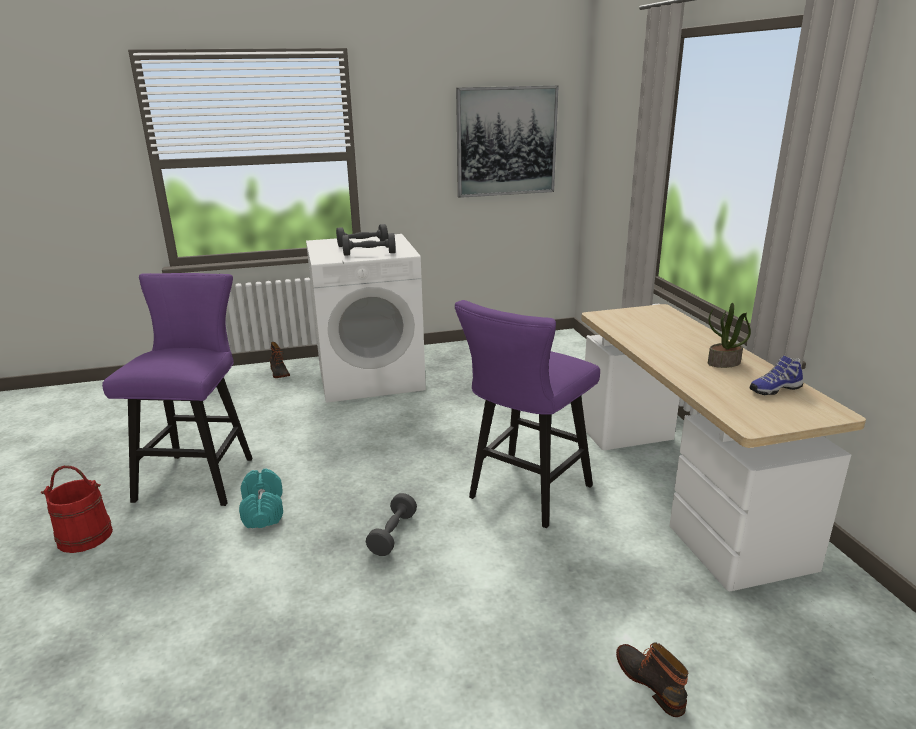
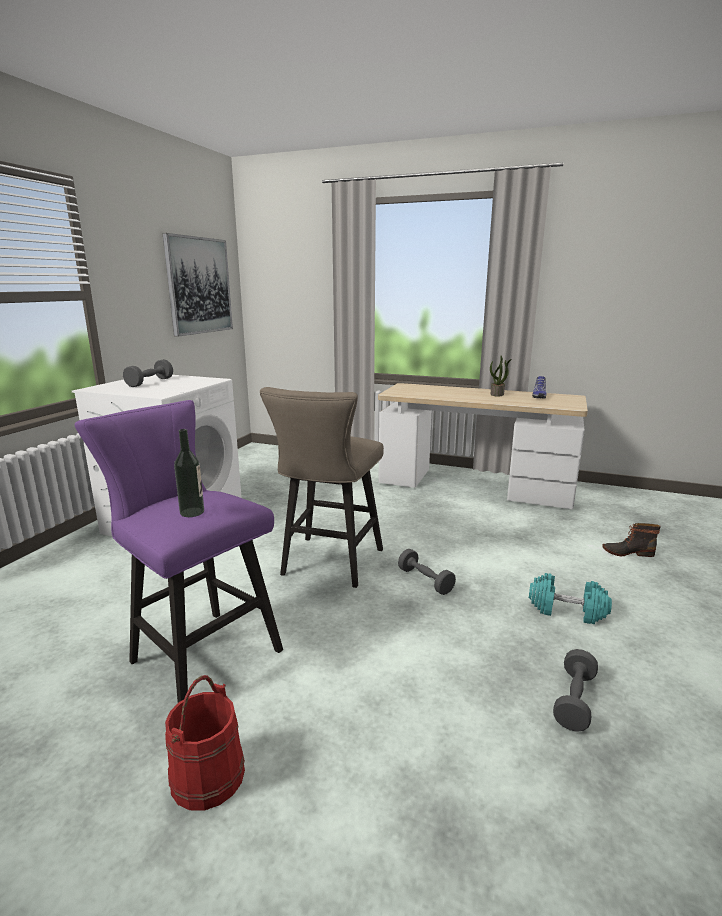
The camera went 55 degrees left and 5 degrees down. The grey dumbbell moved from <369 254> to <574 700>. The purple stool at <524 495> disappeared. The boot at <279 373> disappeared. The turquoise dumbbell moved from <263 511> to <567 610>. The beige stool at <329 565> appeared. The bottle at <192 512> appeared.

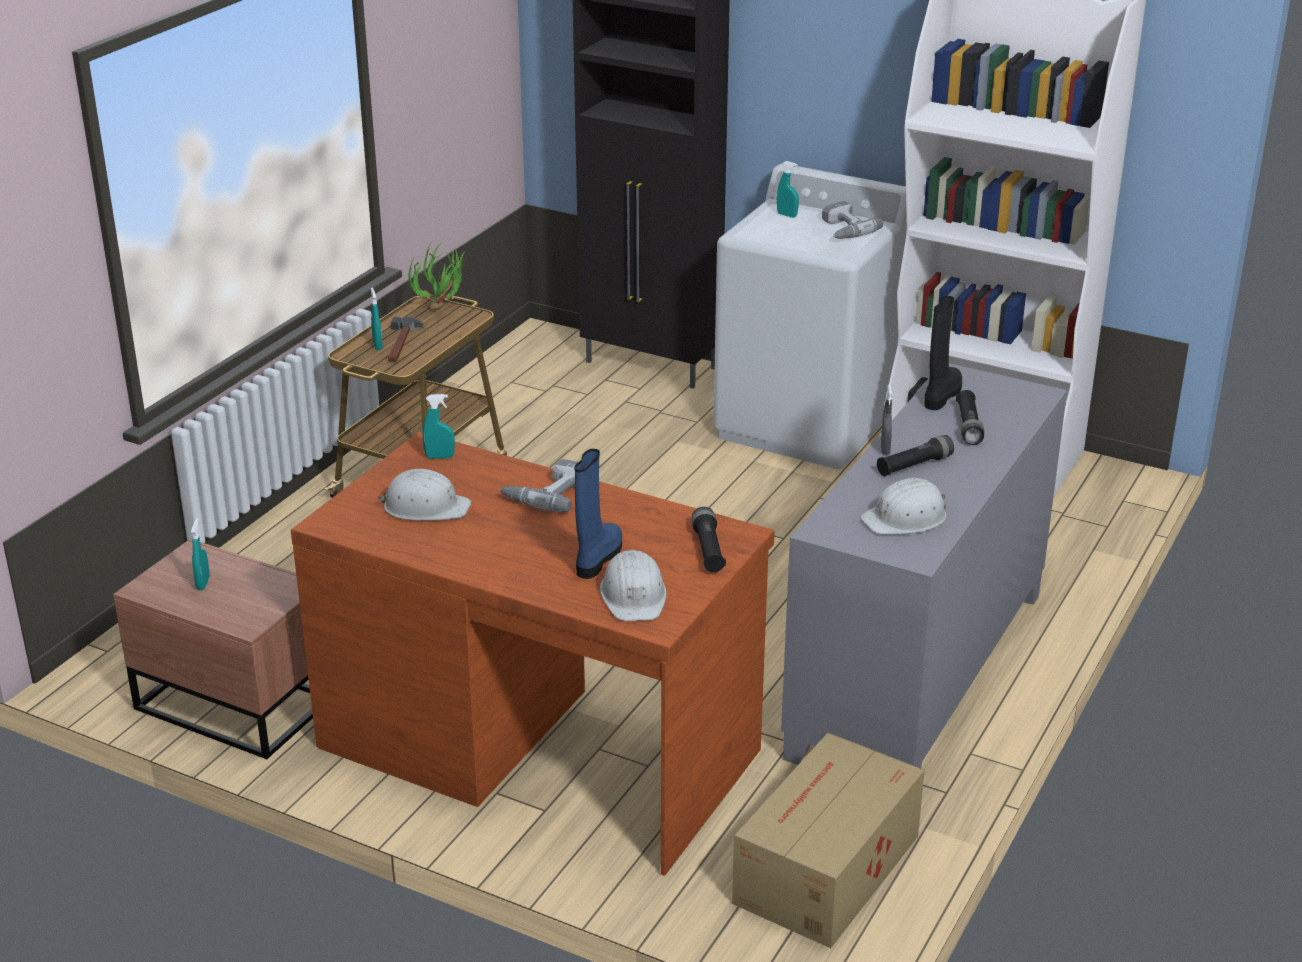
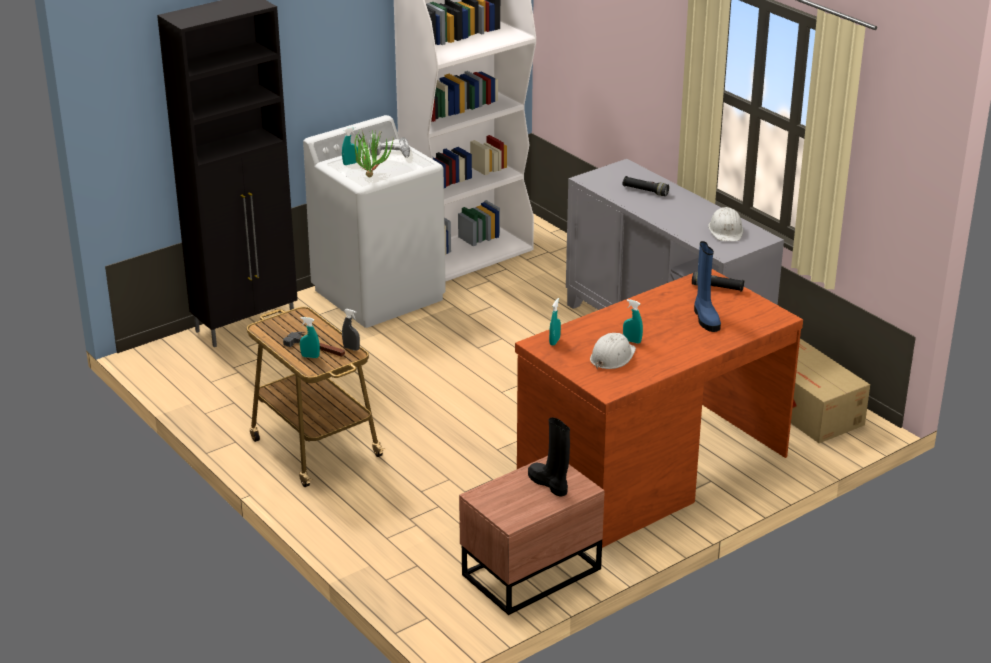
The camera went 65 degrees left and 0 degrees up. The potted plant moved from <443 309> to <371 174>. The black boot moved from <941 395> to <549 484>. The grey spray bottle moved from <885 449> to <351 348>. The black flashlight at <914 466> disappeared. The blue boot at <598 558> turned 150 degrees counterclockwise. The power drill at <547 493> disappeared. The turquoise spray bottle moved from <203 583> to <632 341>. The white hard hat at <634 595> disappeared.

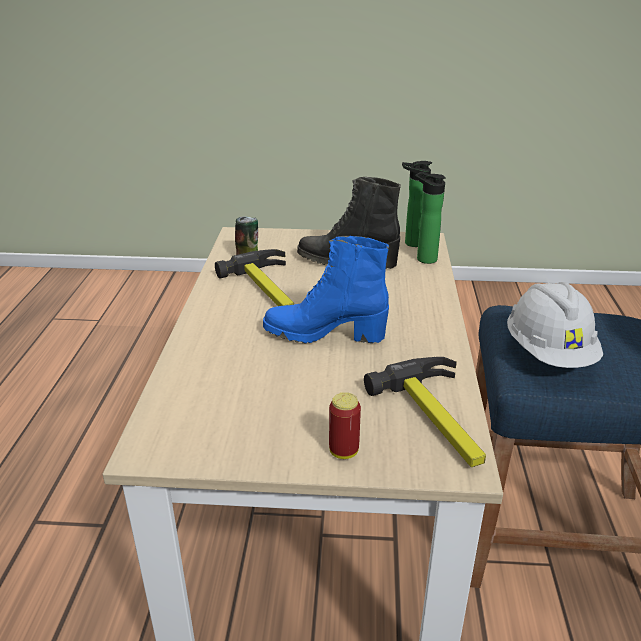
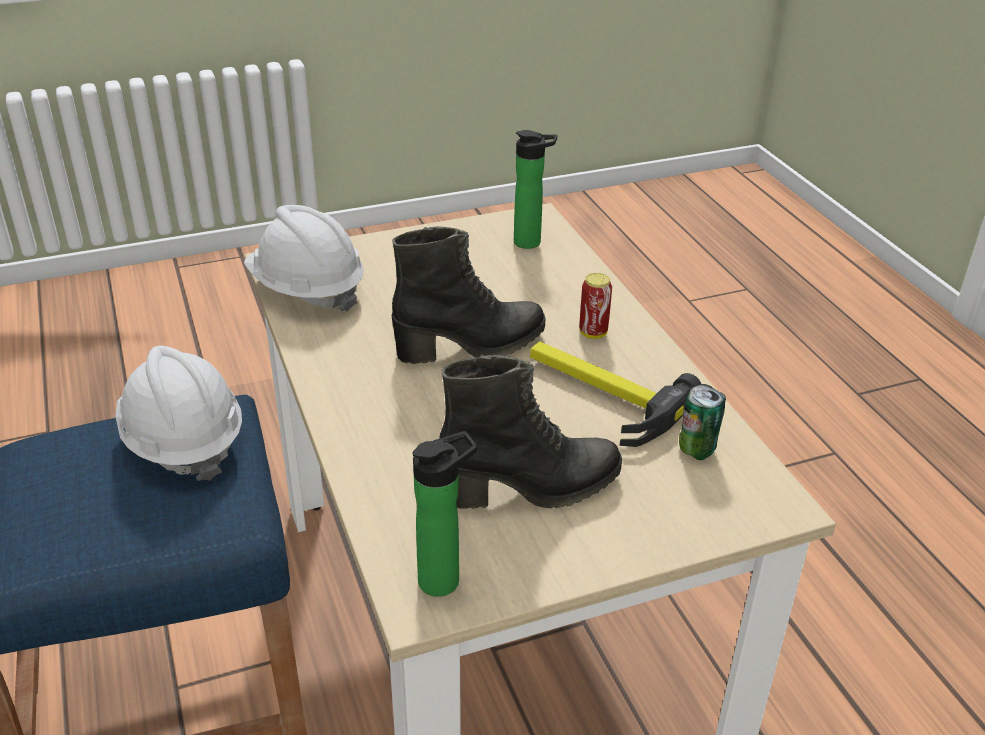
The camera went 155 degrees right and 5 degrees up. The bottle moved from <424 258> to <531 243>. The blue boot at <324 334> became the black boot at <471 346>. The hammer at <440 418> was replaced by the white hard hat at <307 290>. The can moved from <343 451> to <593 333>.

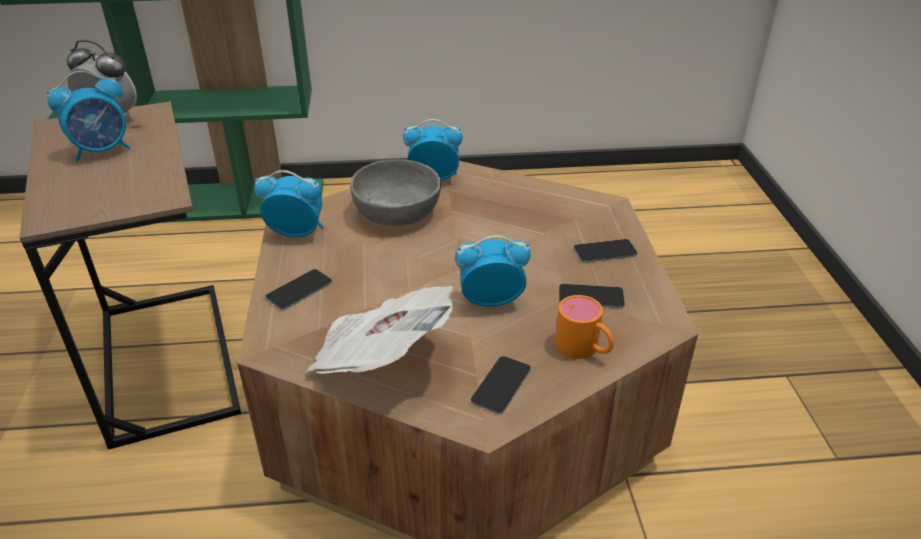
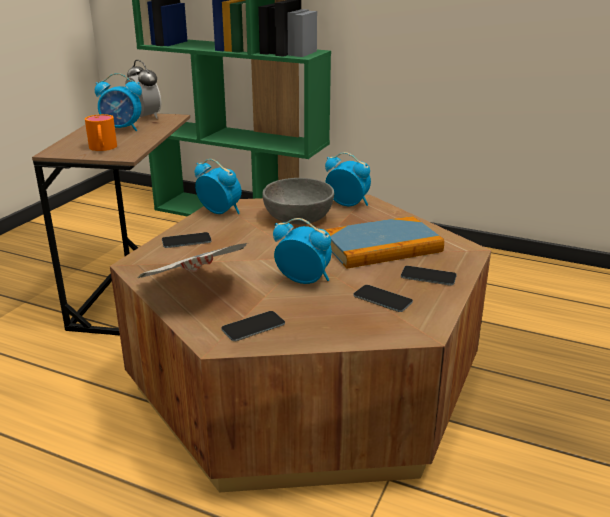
The camera went 30 degrees right and 10 degrees down. The orange mug moved from <584 349> to <102 148>. The book at <381 247> appeared.

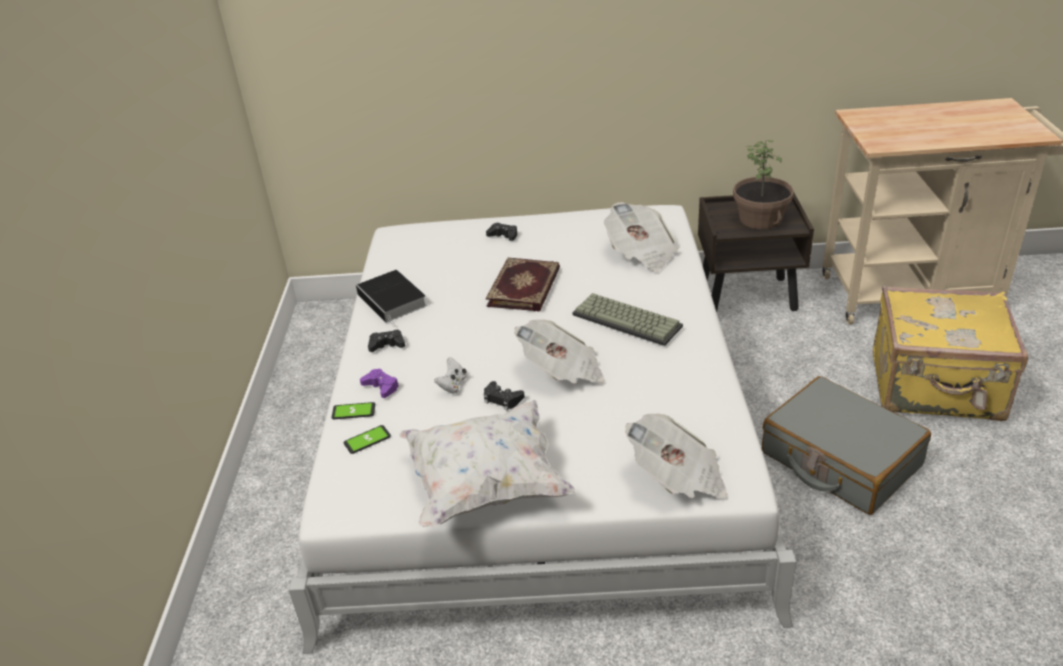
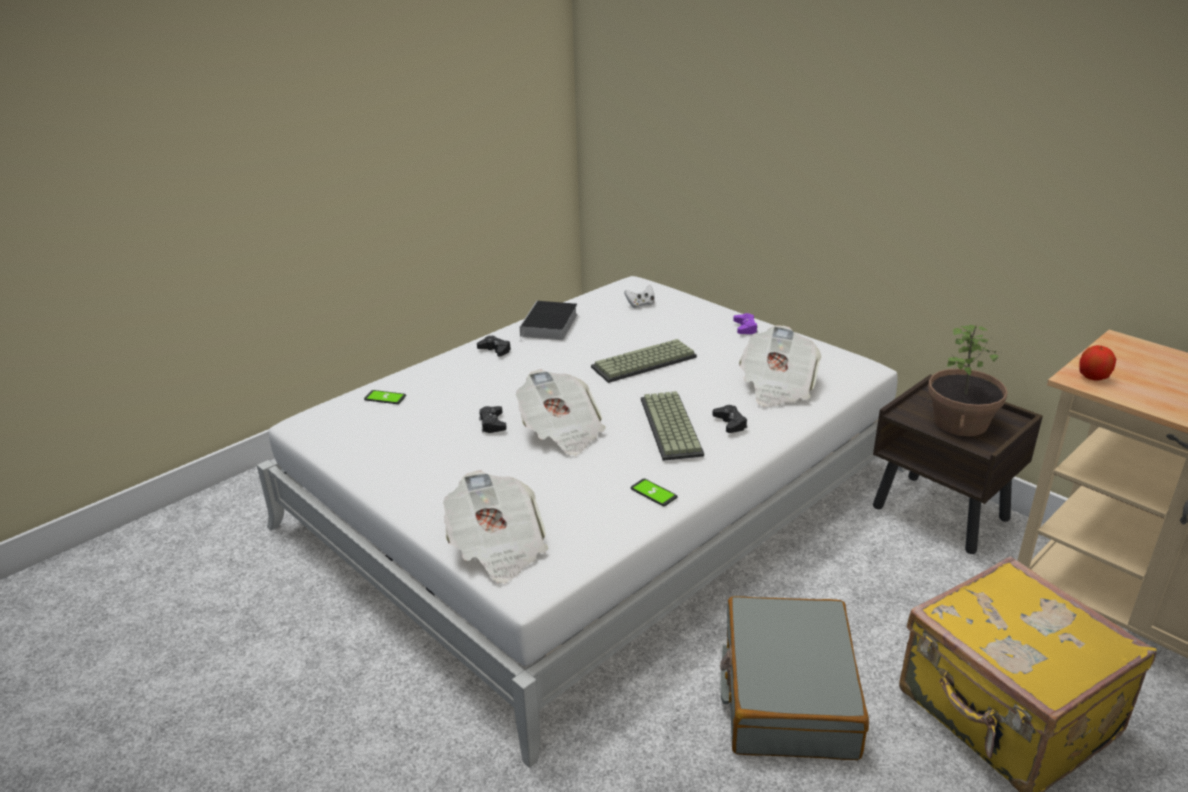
The camera went 45 degrees right and 5 degrees down. The black game controller moved from <503 235> to <730 423>. The book at <525 288> was replaced by the keyboard at <644 363>. The white game controller moved from <452 385> to <640 304>. The purple game controller moved from <381 387> to <745 328>. The white pillow at <486 485> disappeared. The phone moved from <353 411> to <653 493>. The apple at <1093 377> appeared.

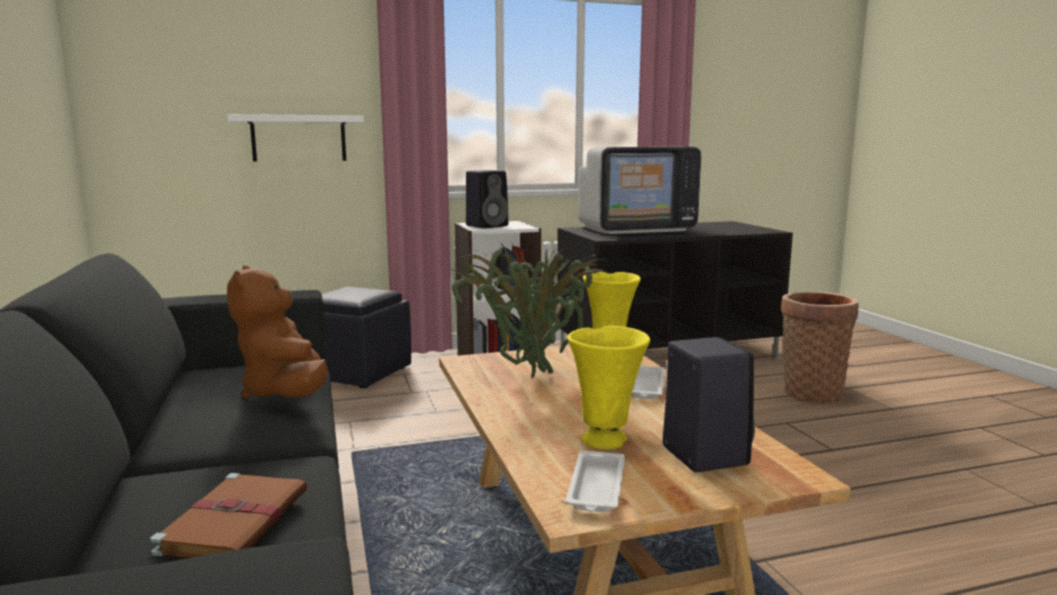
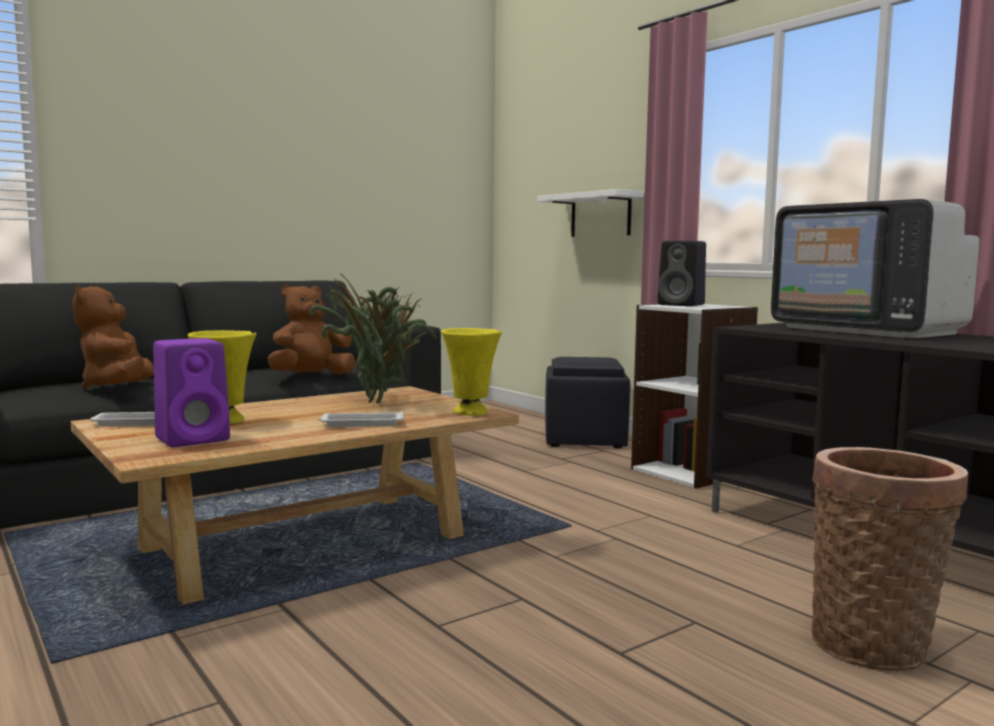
The camera went 70 degrees right and 5 degrees down. The black speaker at <702 454> became the purple speaker at <195 439>. The brown book at <236 520> was replaced by the brown plush toy at <118 388>.

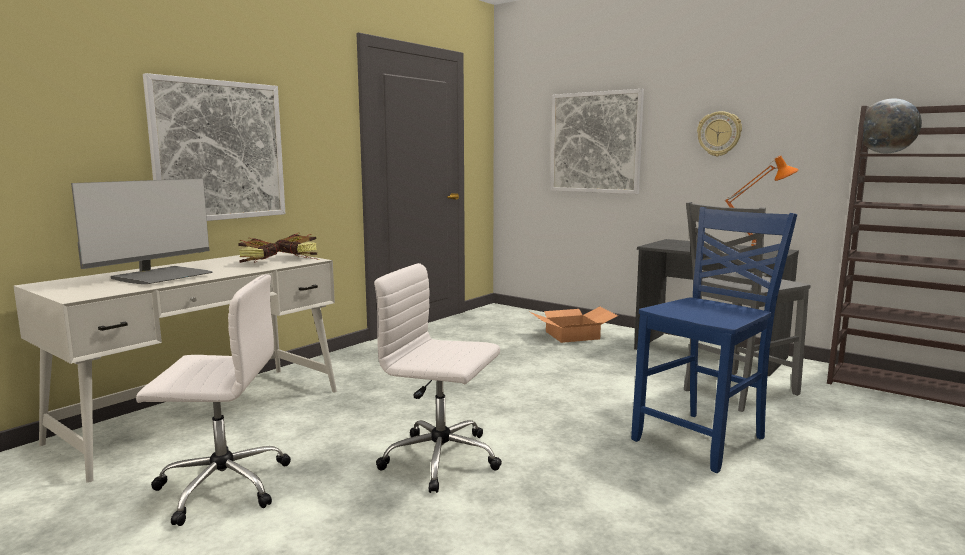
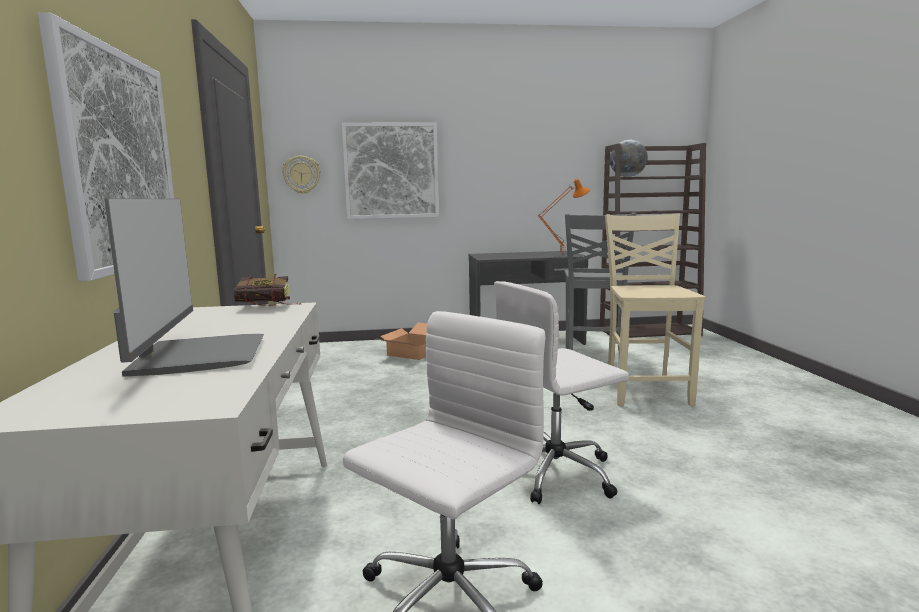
The camera went 45 degrees left and 0 degrees up. The wall clock moved from <719 134> to <301 174>. The blue chair at <703 439> became the beige chair at <645 391>. The book at <261 262> disappeared.

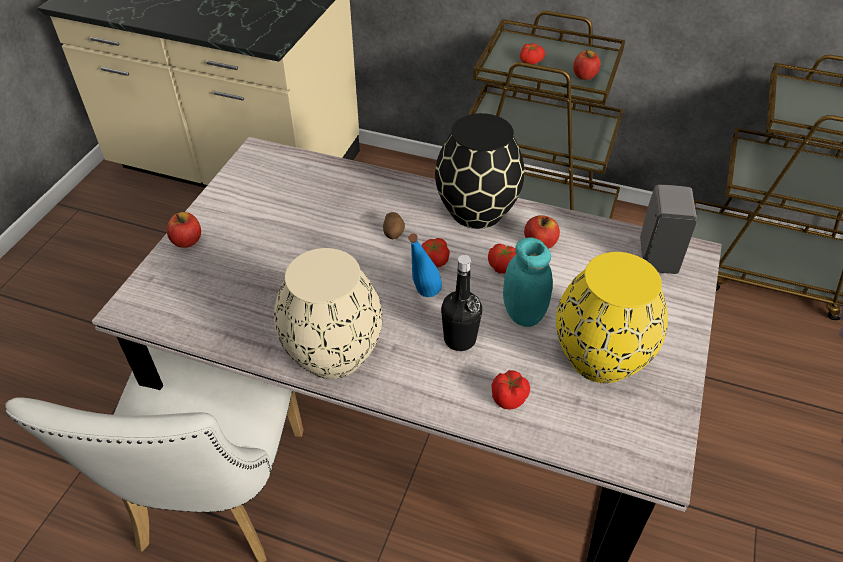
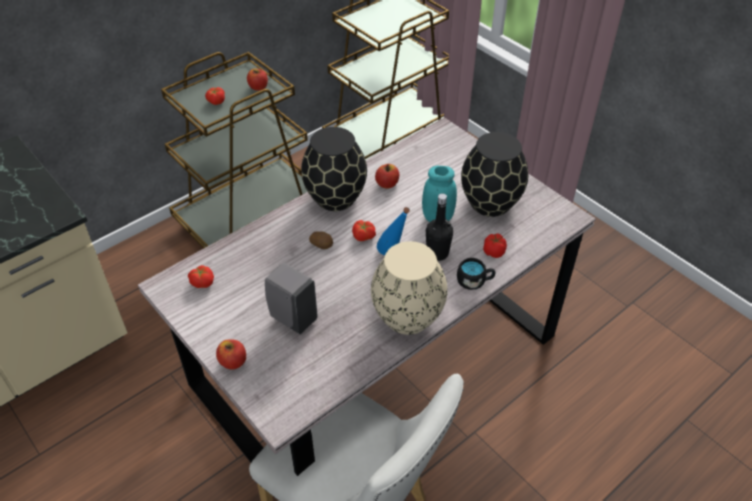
The camera went 60 degrees left and 0 degrees up. The grey soap dispenser moved from <657 256> to <292 318>. The tomato moved from <503 266> to <203 282>. The yellow vase at <599 357> became the black vase at <489 203>. The black mug at <474 281> appeared.

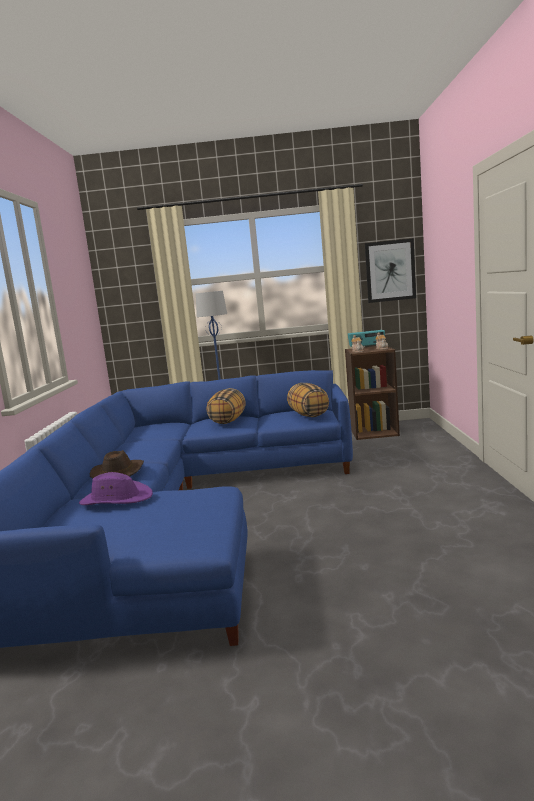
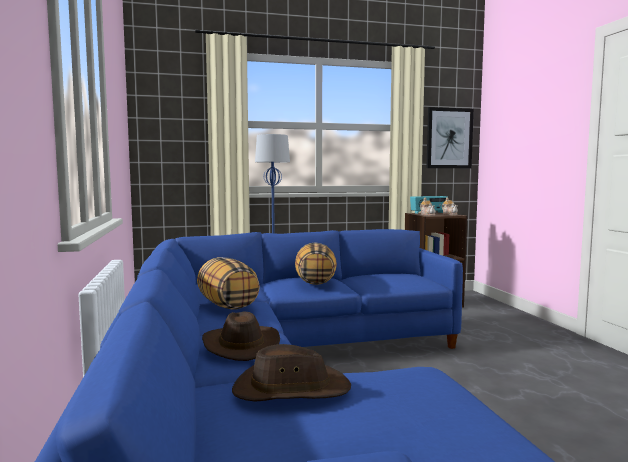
The camera went 15 degrees left and 5 degrees down. The pillow moved from <308 415> to <227 305>. The purple hat at <116 499> became the brown hat at <290 389>.

